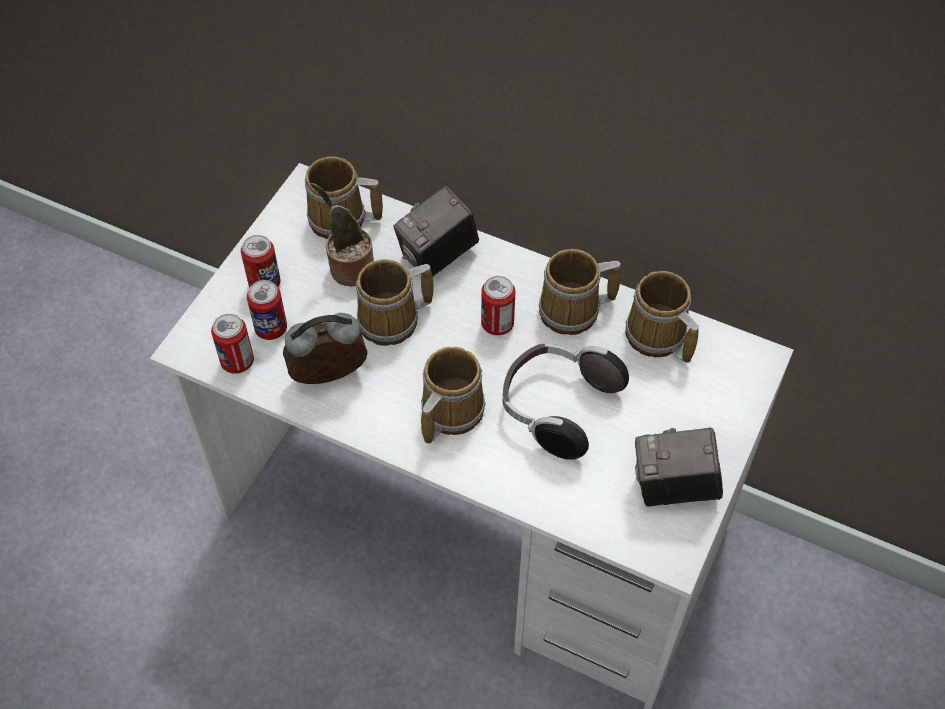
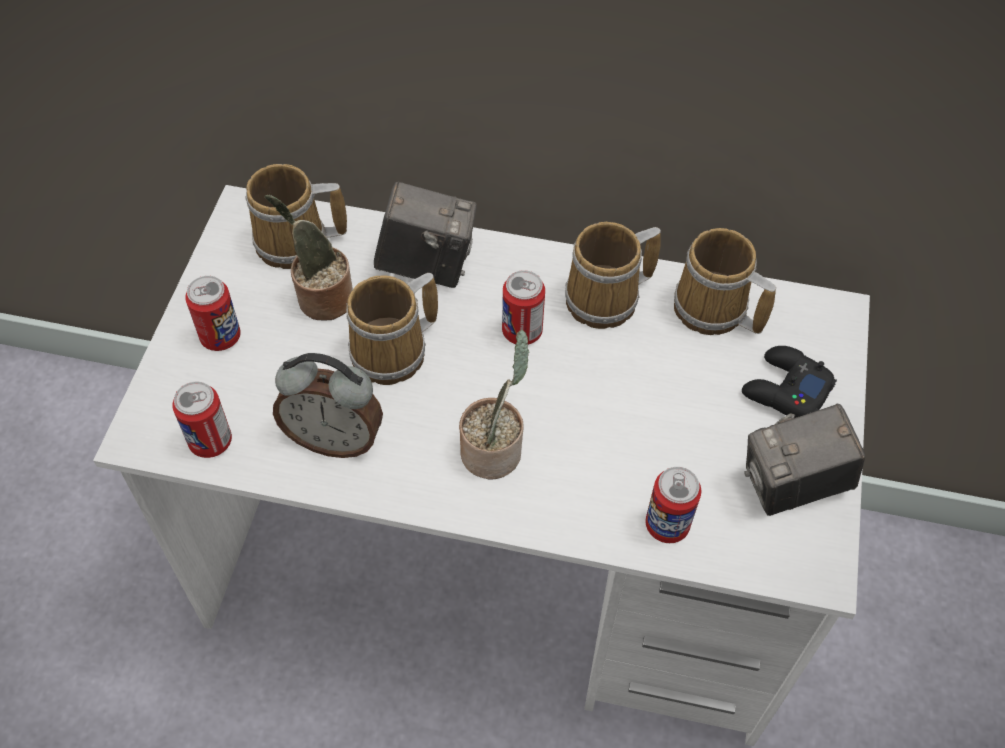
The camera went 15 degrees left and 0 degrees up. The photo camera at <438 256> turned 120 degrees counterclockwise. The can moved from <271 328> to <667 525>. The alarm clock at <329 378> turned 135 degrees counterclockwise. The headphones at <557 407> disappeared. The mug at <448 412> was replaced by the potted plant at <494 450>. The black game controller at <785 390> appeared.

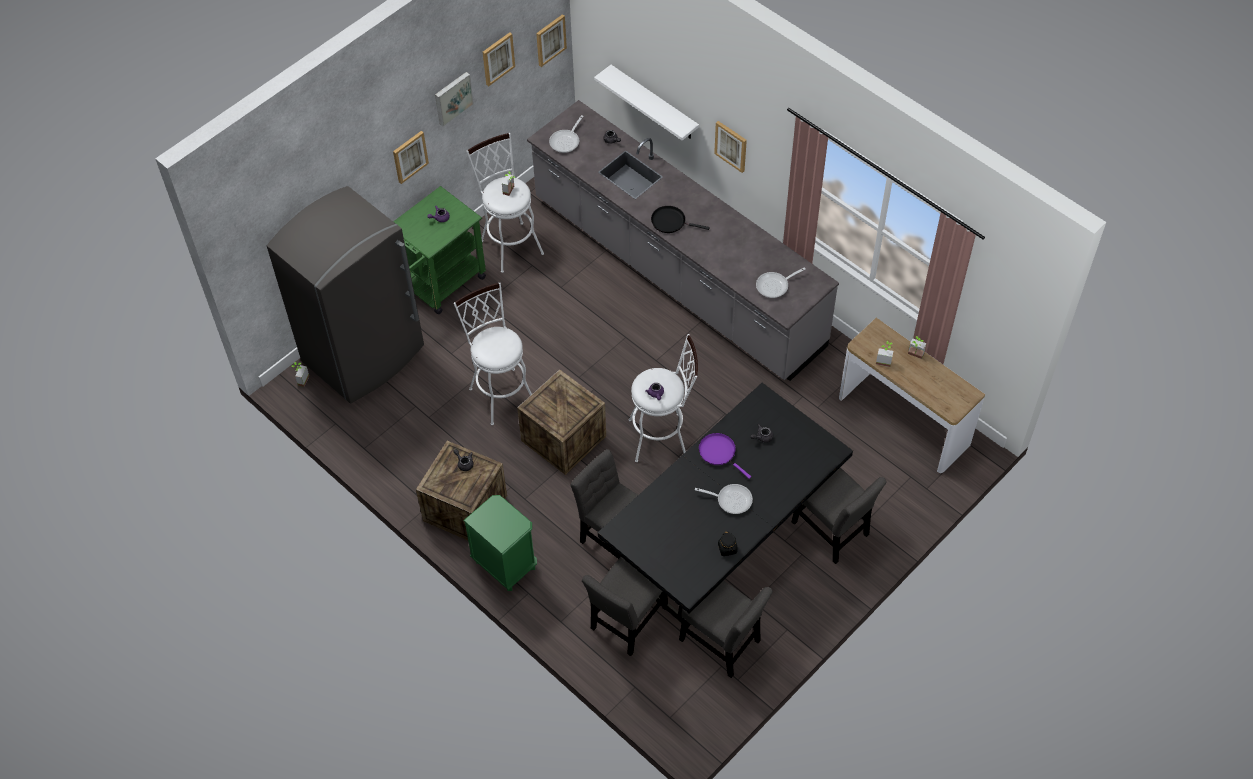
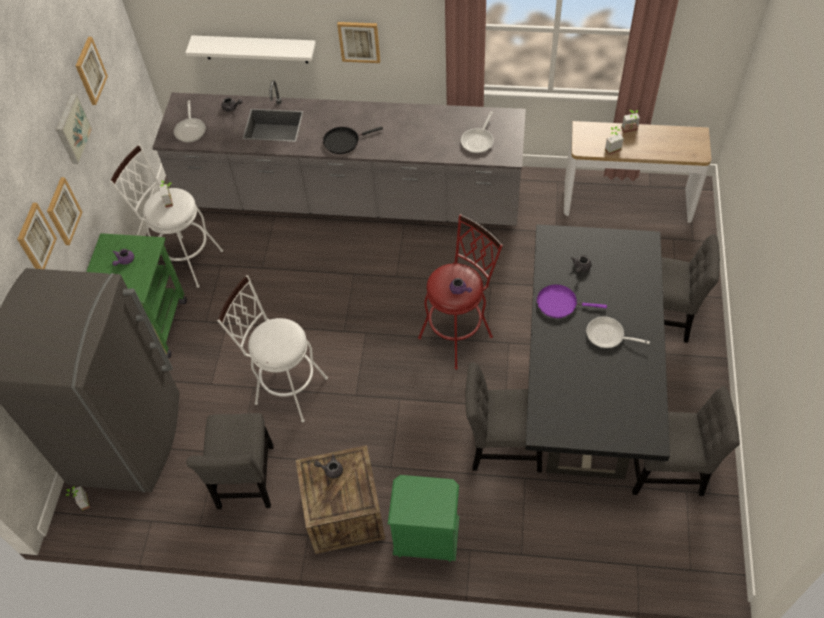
The camera went 35 degrees left and 0 degrees up. The picture moved from <550 40> to <35 238>. The white stool at <663 437> became the red stool at <460 333>. The crate at <563 438> disappeared. The frying pan at <731 499> turned 135 degrees counterclockwise. The black jar at <727 548> disappeared. The grey chair moved from <627 622> to <246 481>.

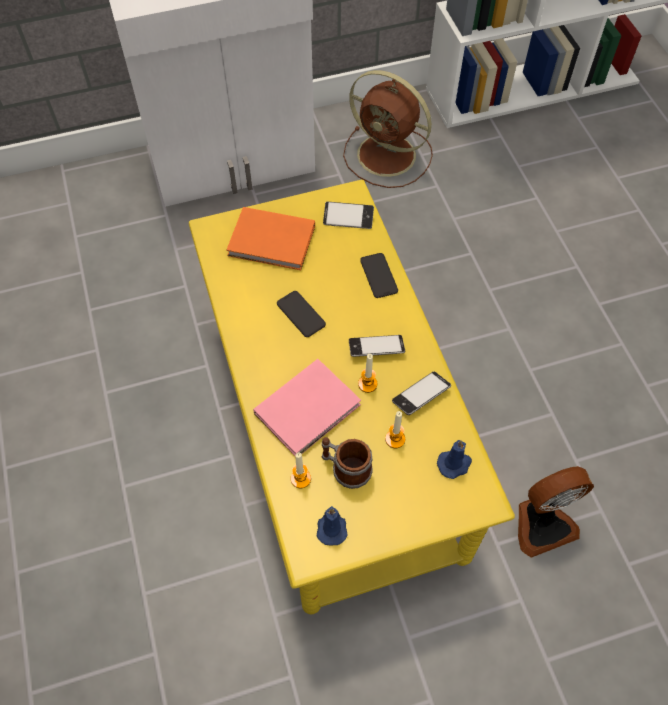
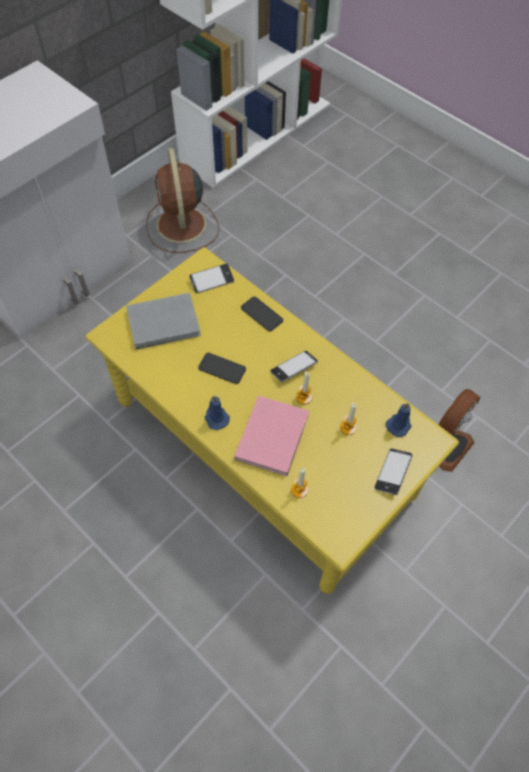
The camera went 30 degrees left and 0 degrees up. The brown fan at <389 156> turned 75 degrees clockwise. The orange book at <273 242> became the grey book at <165 323>. The phone moved from <421 395> to <392 473>. The mug at <345 469> disappeared. The blue candle moved from <331 527> to <216 417>.

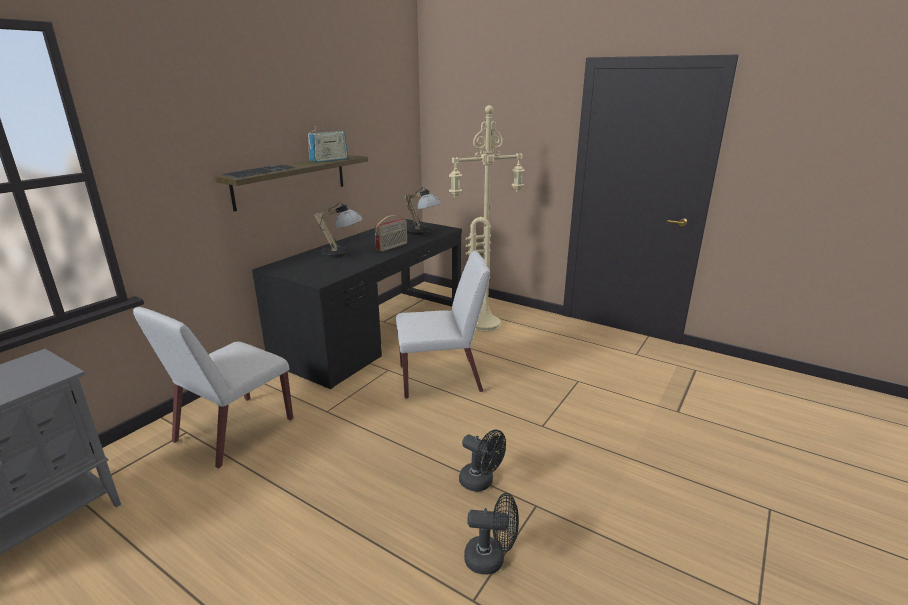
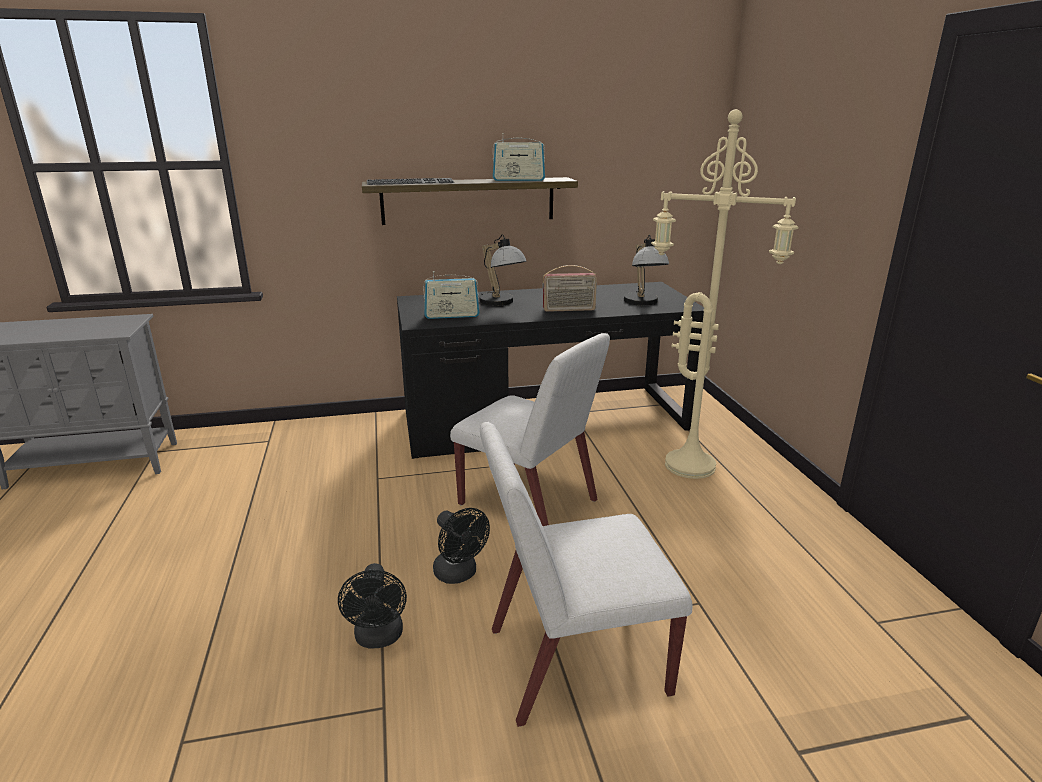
The camera went 45 degrees right and 0 degrees up. The white chair moved from <233 431> to <574 662>. The black fan moved from <491 558> to <459 574>. The radio at <452 316> appeared.

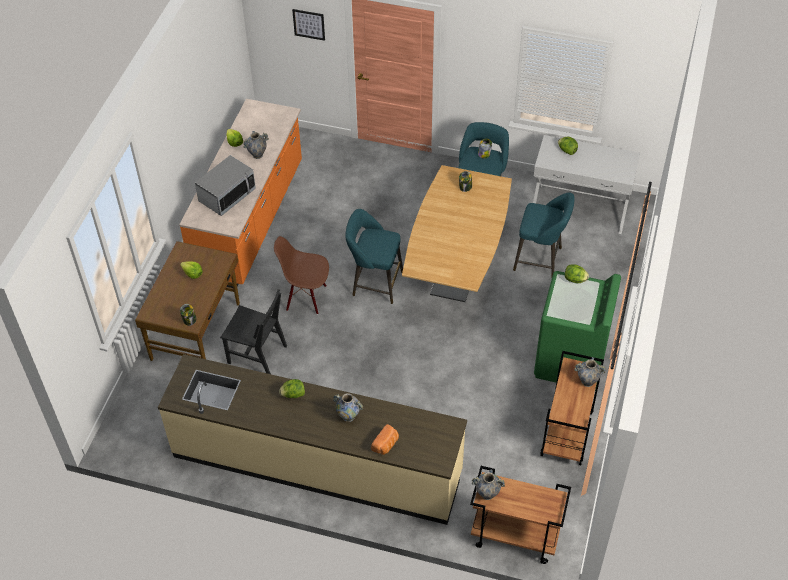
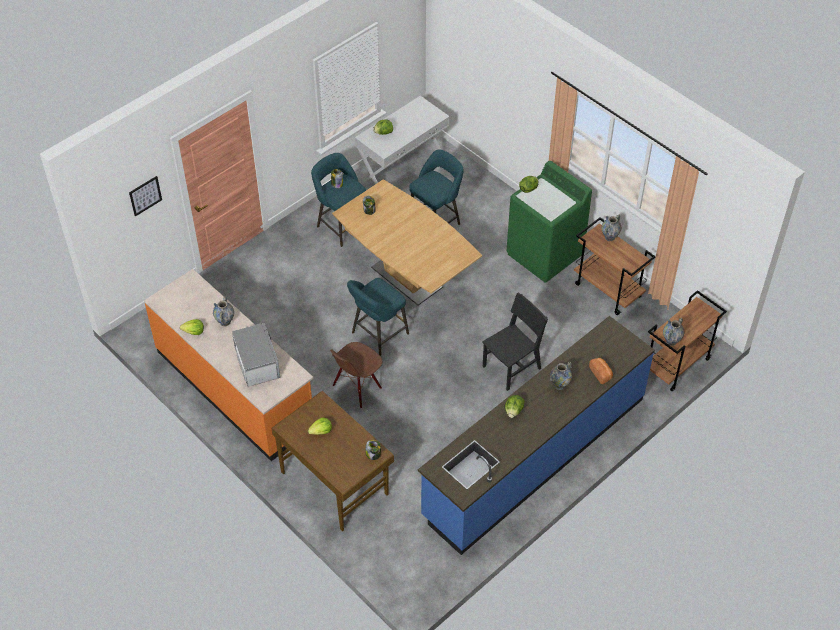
The camera went 60 degrees left and 0 degrees up. The black chair moved from <257 354> to <511 367>. The beige counter at <317 463> became the blue counter at <534 456>.

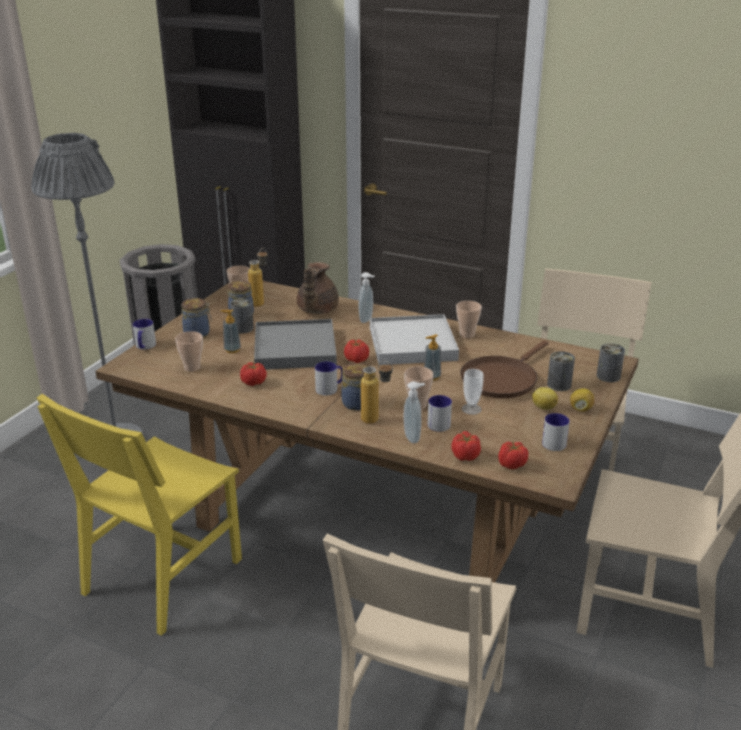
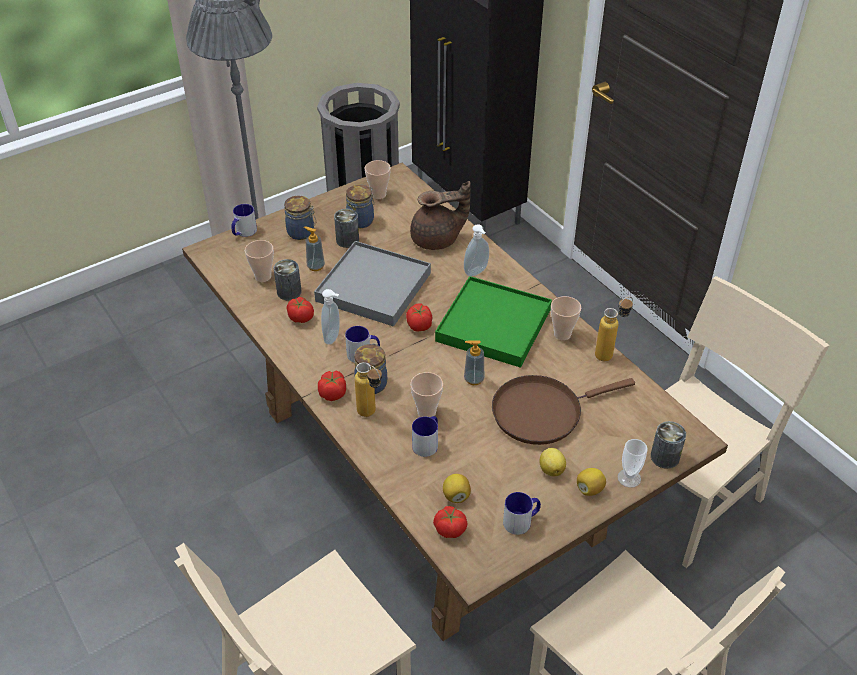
The camera went 30 degrees right and 15 degrees up. The bottle moved from <260 302> to <609 353>. The brown teapot at <316 310> turned 150 degrees counterclockwise. The white tray at <412 344> became the green tray at <493 325>. The can moved from <559 385> to <289 292>. The cup moved from <471 409> to <629 478>. The soap dispenser moved from <413 437> to <333 337>. The yellow chair at <162 576> disappeared. The tomato moved from <465 456> to <333 393>. The lemon at <456 496> appeared.

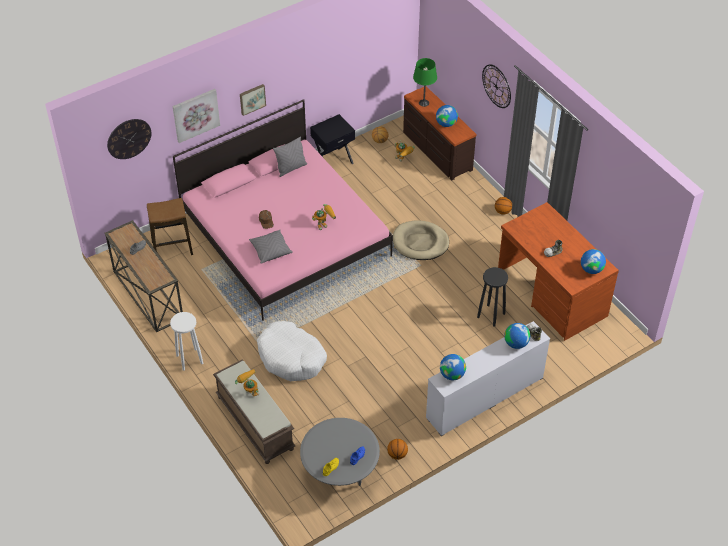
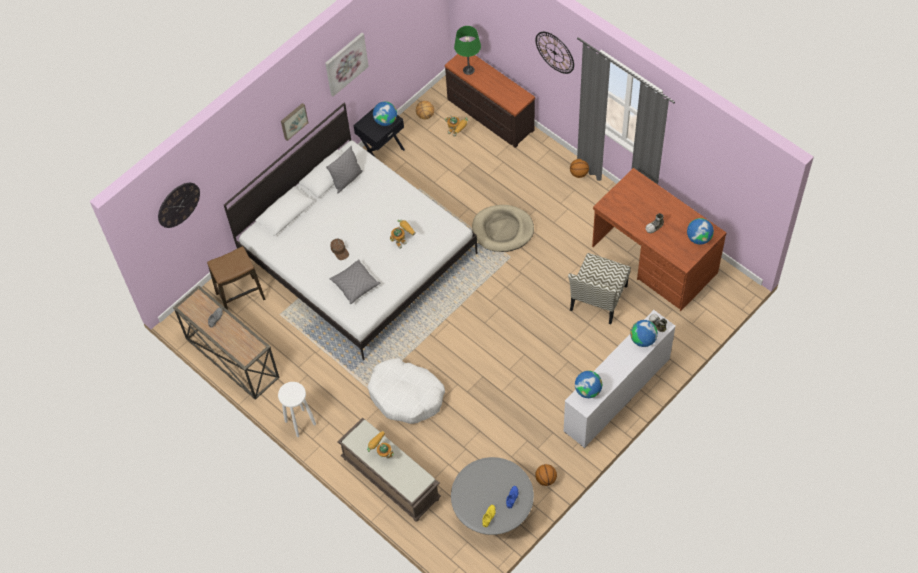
The camera went 10 degrees left and 10 degrees up. The picture moved from <195 115> to <345 63>. The pink bed at <285 236> became the white bed at <358 255>. The globe moved from <446 124> to <385 121>. The black stool at <490 315> was replaced by the chair at <598 299>.

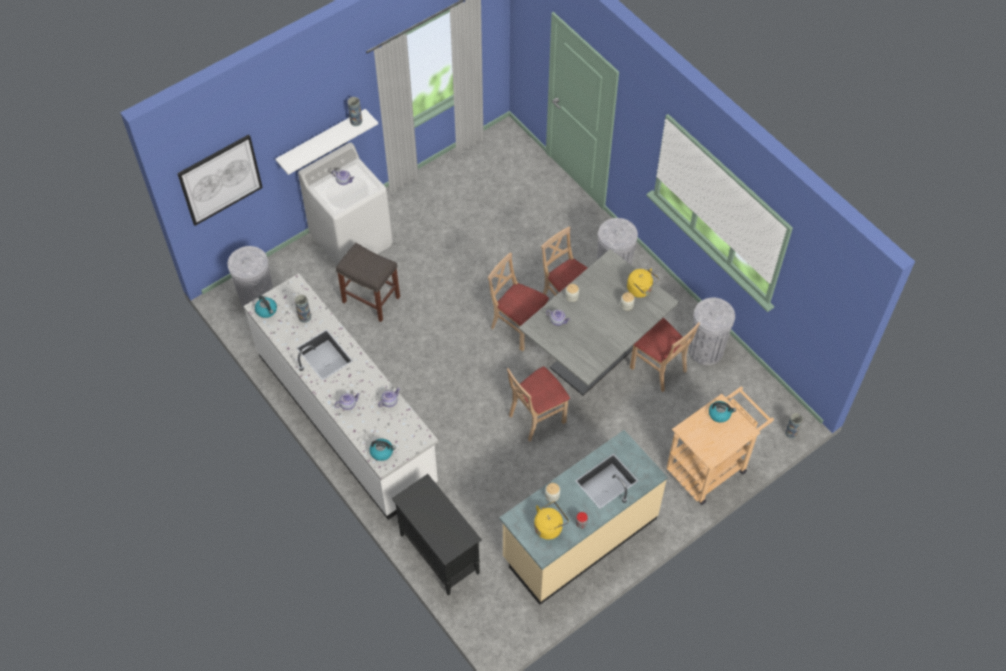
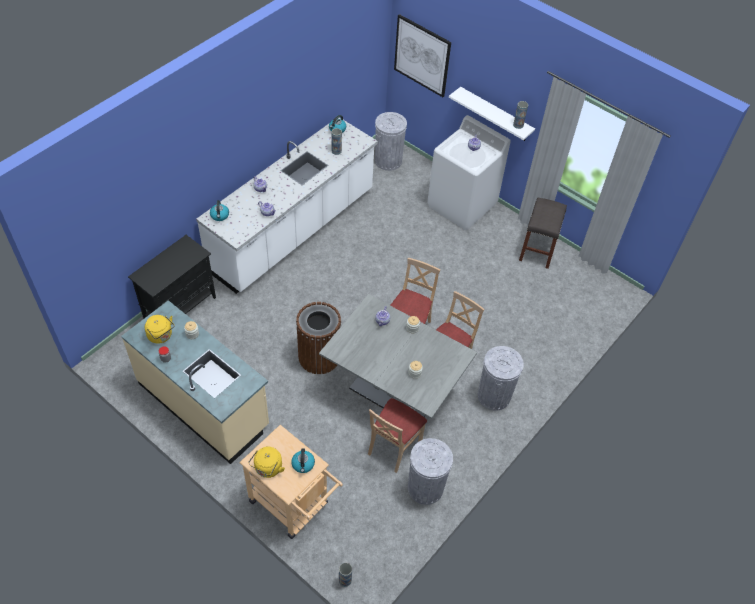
The camera went 75 degrees right and 5 degrees down. The grey stool moved from <372 299> to <537 251>. The yellow kettle moved from <641 290> to <267 469>. The beige chair at <536 417> was replaced by the brown trash can at <319 356>.

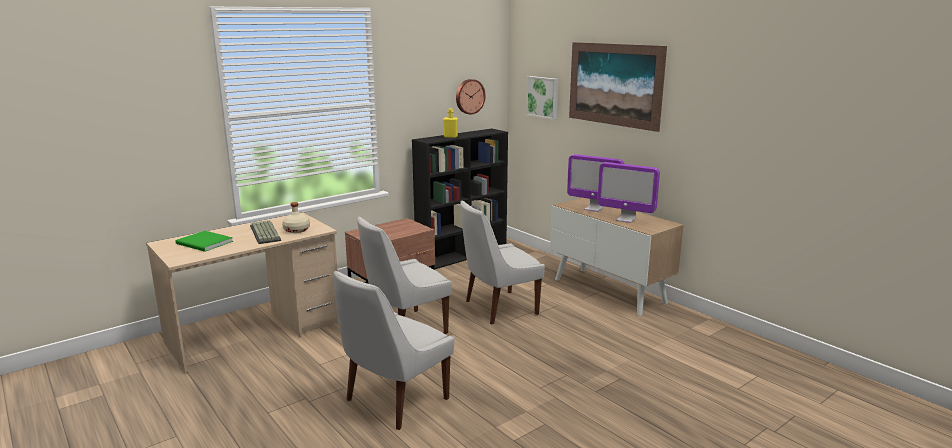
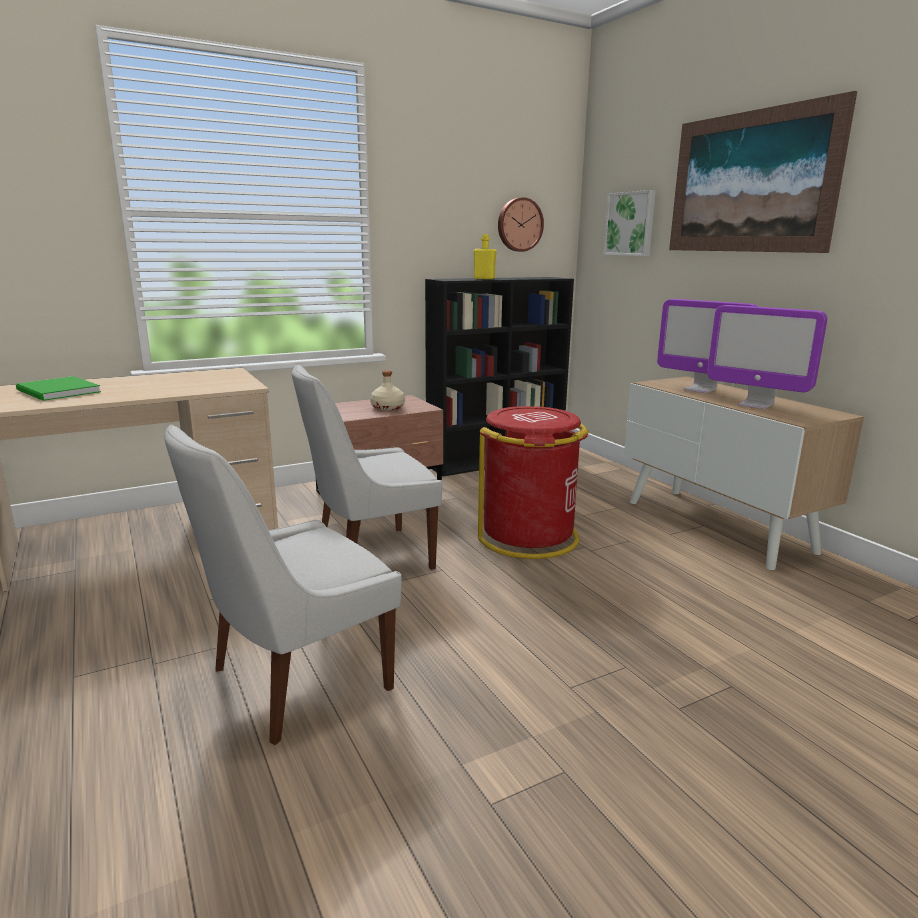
The camera went 10 degrees right and 0 degrees up. The white chair at <498 308> was replaced by the red trash can at <529 537>. The beige bottle moved from <296 230> to <387 408>. The keyboard at <266 233> disappeared.

